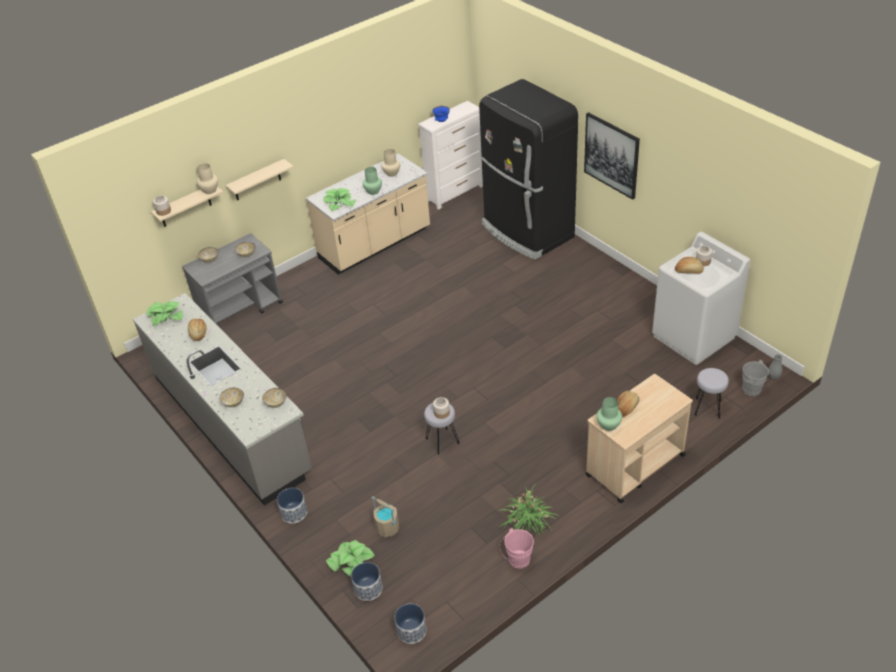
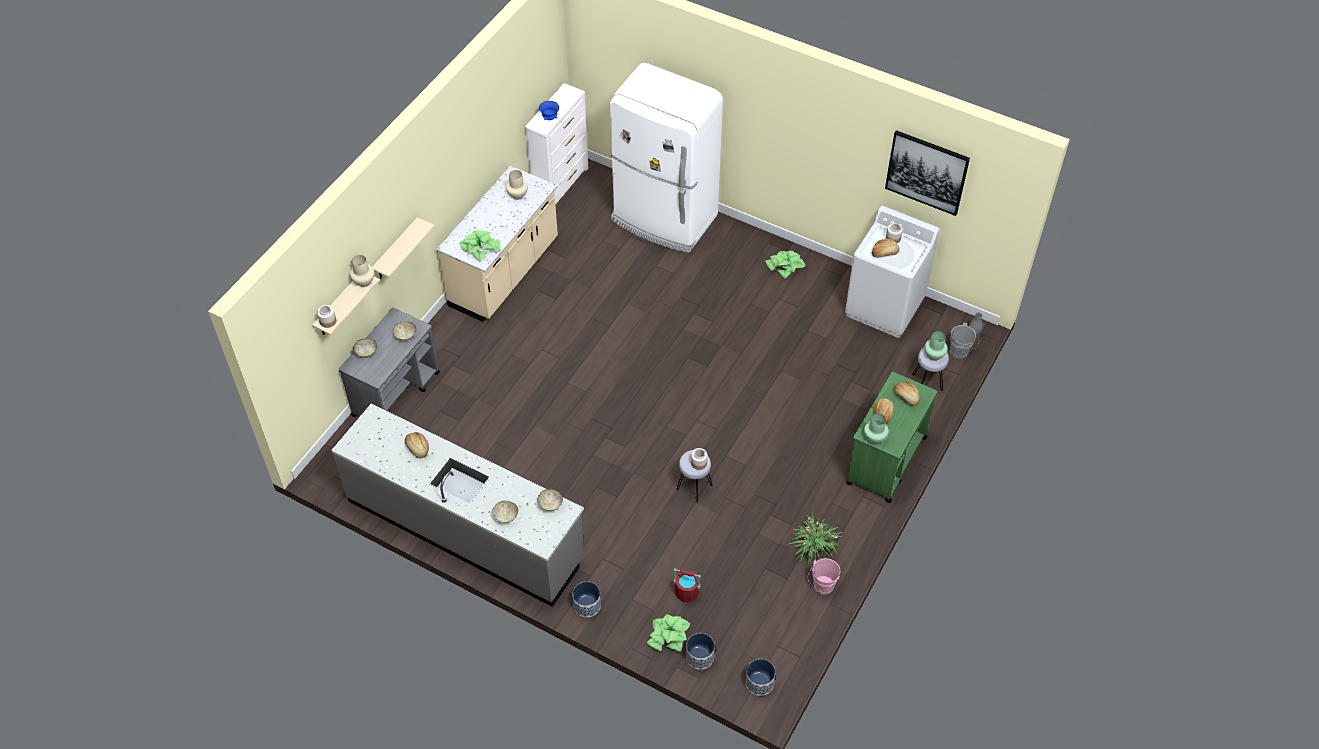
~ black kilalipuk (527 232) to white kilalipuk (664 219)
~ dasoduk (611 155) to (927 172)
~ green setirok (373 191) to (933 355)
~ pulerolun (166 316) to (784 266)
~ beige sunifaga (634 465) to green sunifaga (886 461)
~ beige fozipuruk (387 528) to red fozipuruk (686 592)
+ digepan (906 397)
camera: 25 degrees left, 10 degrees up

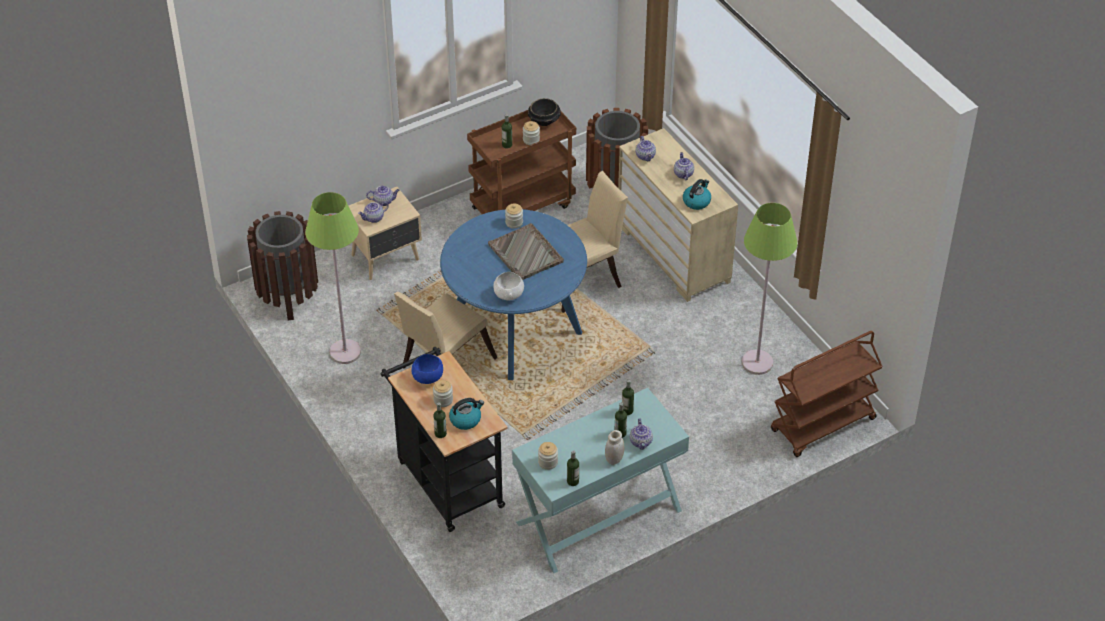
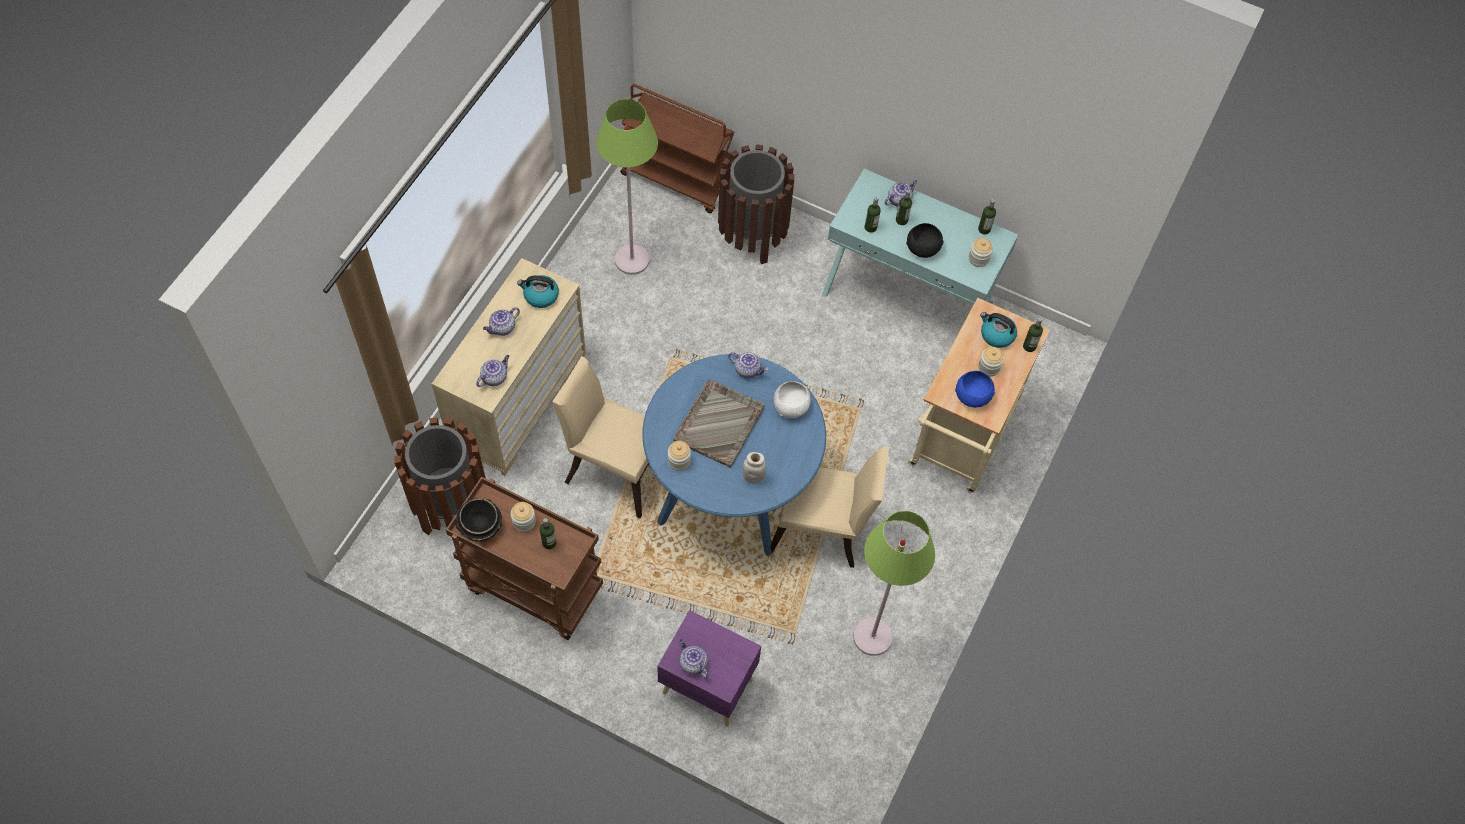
~ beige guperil (387 258) to purple guperil (707 684)
~ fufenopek (374 218) to (748 369)
~ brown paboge (288 297) to (752 235)
~ black sunifaga (446 479) to beige sunifaga (960 442)
~ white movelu (614 459) to (753 477)
+ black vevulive (923 248)
camera: 125 degrees left, 15 degrees up

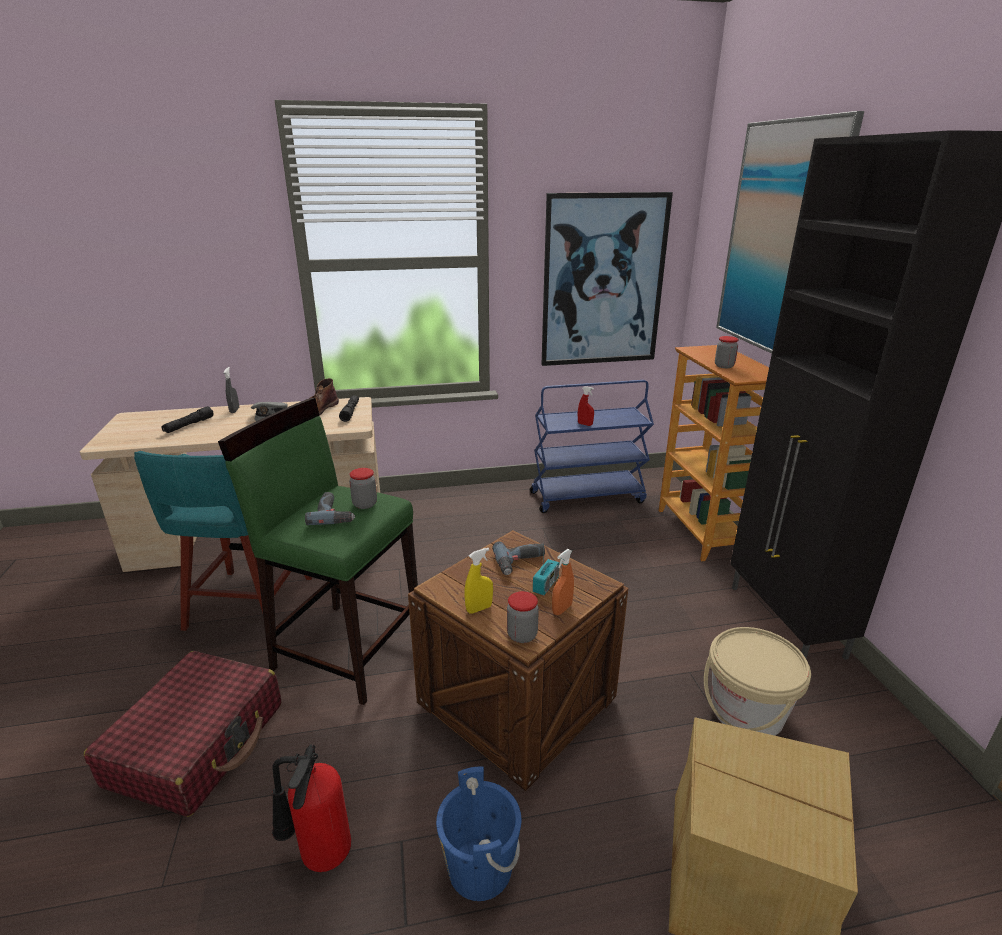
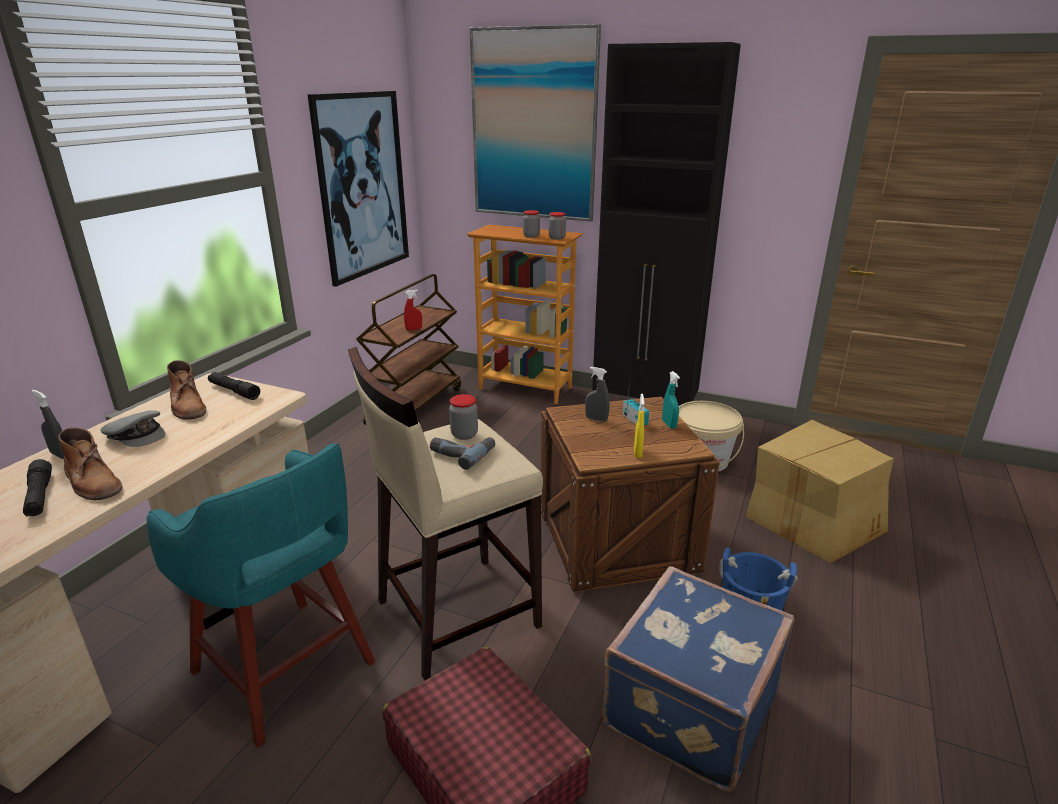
~ blue sunifaga (587 497) to brown sunifaga (415 405)
~ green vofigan (347 649) to beige vofigan (455 613)
~ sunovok (521 563) to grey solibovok (596 419)
~ orange solibovok (562 609) to turquoise solibovok (669 424)
~ movelu (522 635) to (557 238)
~ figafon (319 856) to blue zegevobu (687 706)
+ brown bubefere (93 482)
camera: 55 degrees left, 0 degrees up

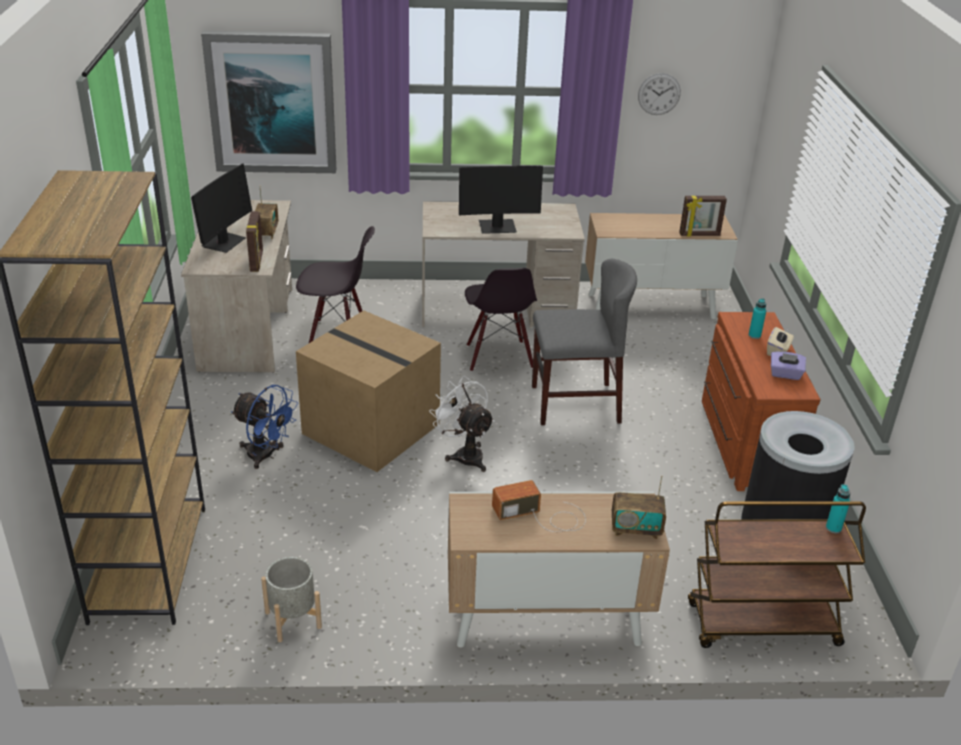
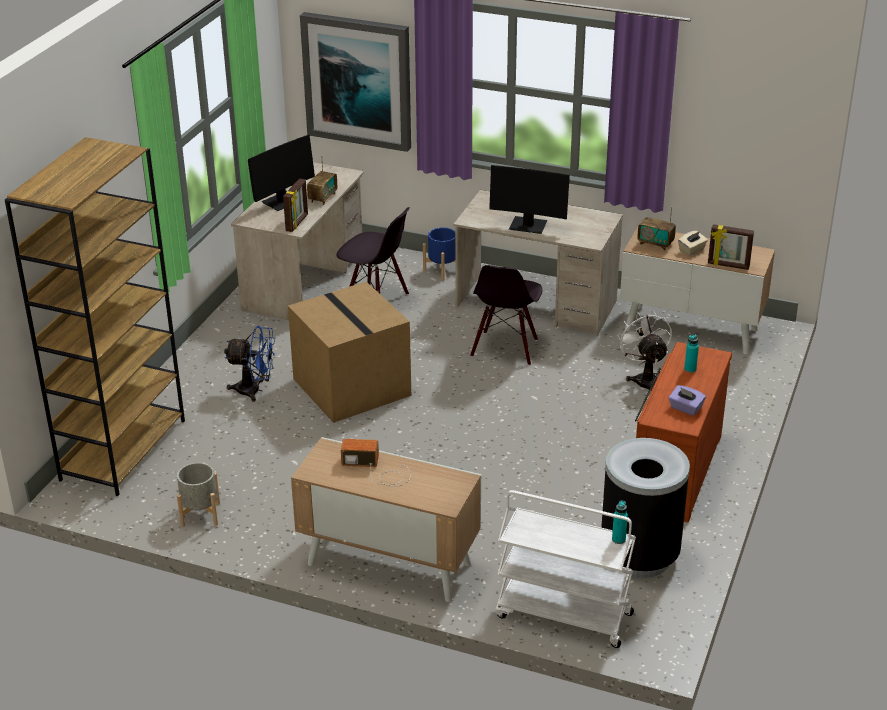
- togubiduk (659 94)
- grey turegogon (575 404)
~ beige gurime (778 351) to (692 250)
~ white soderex (464 454) to (644 379)
~ blue soderex (266 456) = (255 390) 45 degrees counterclockwise
~ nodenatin (635 529) to (655 244)
~ brown sunifaga (762 625) to white sunifaga (562 615)
+ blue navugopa (442 270)
camera: 25 degrees right, 0 degrees up

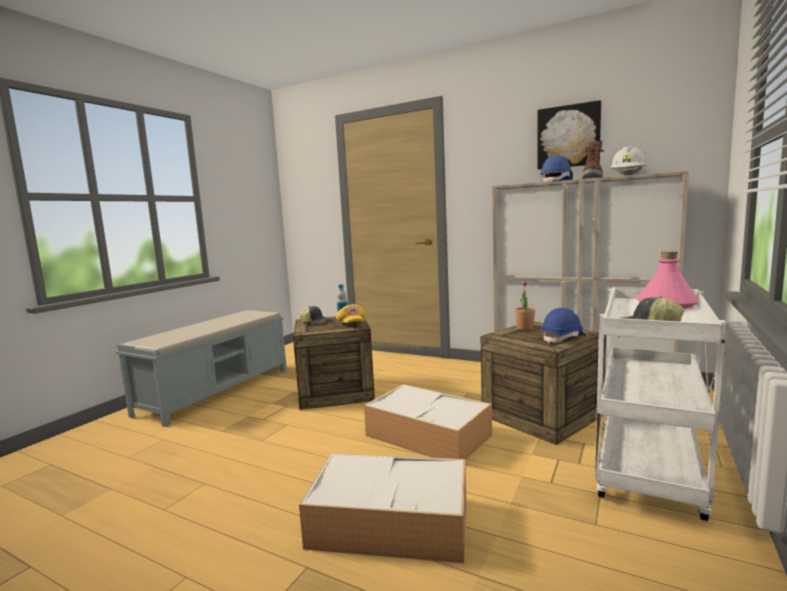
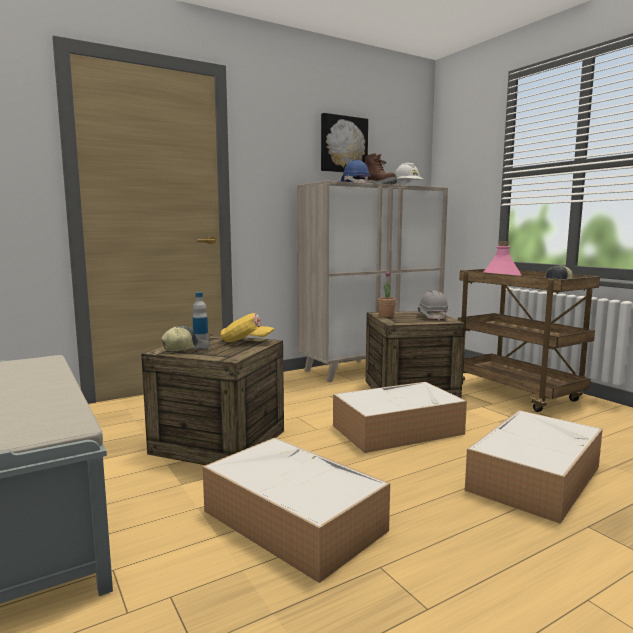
~ white sunifaga (650 473) to brown sunifaga (518 394)
~ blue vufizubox (563 338) to grey vufizubox (433 316)
+ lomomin (291 520)
camera: 60 degrees left, 0 degrees up

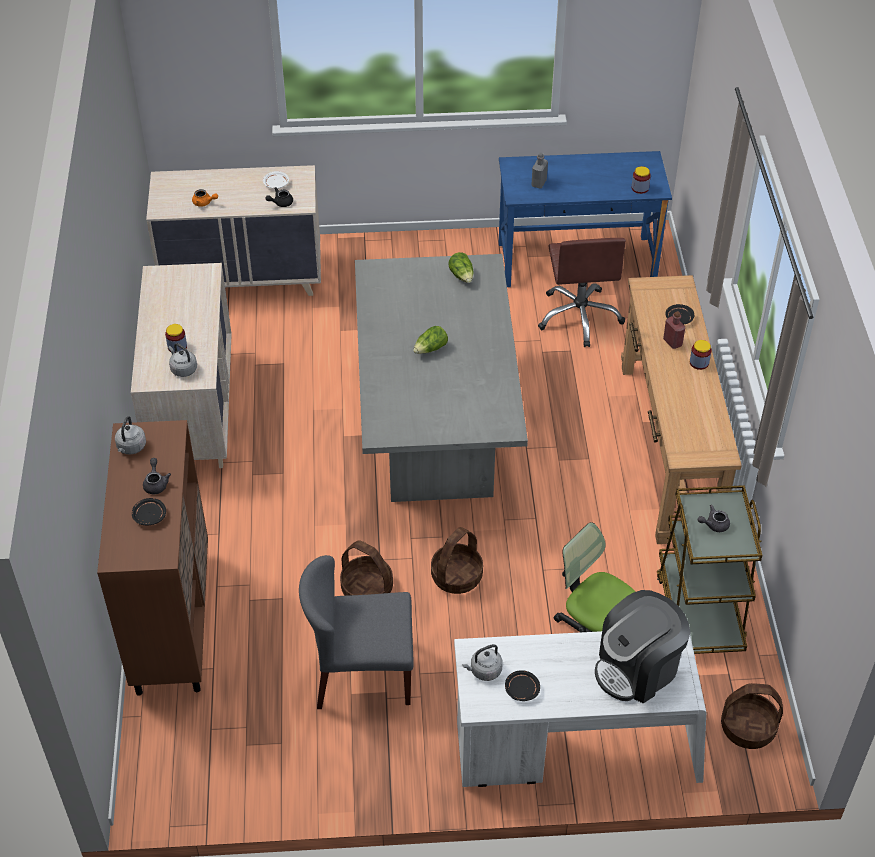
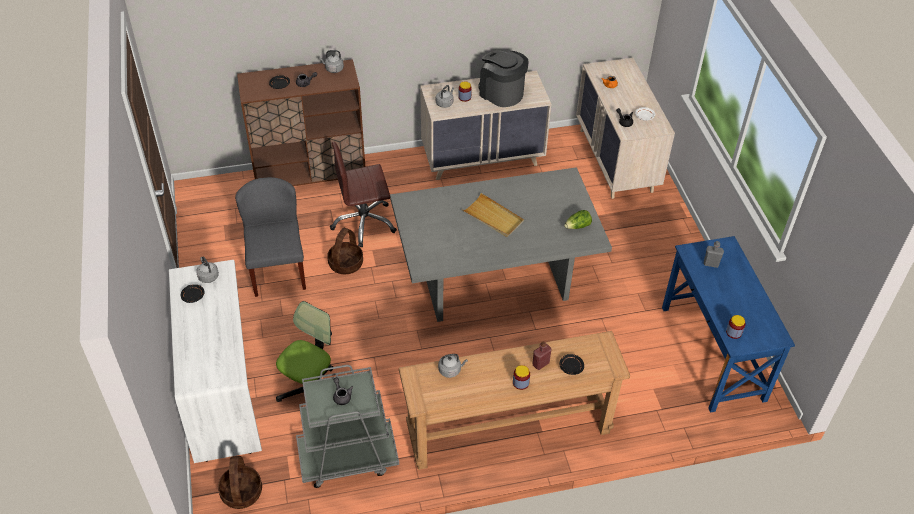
~ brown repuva (580 316) to (364 223)
~ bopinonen (430 349) to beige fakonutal (493 217)
~ brown sunifaga (699 610) to grey sunifaga (347 457)
- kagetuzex (456 576)
~ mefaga (637 668) to (501 93)
+ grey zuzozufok (451 370)
camera: 80 degrees right, 0 degrees up

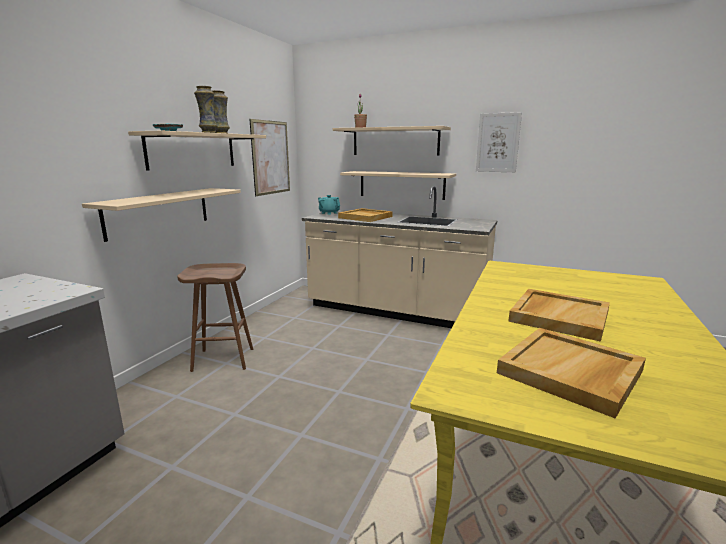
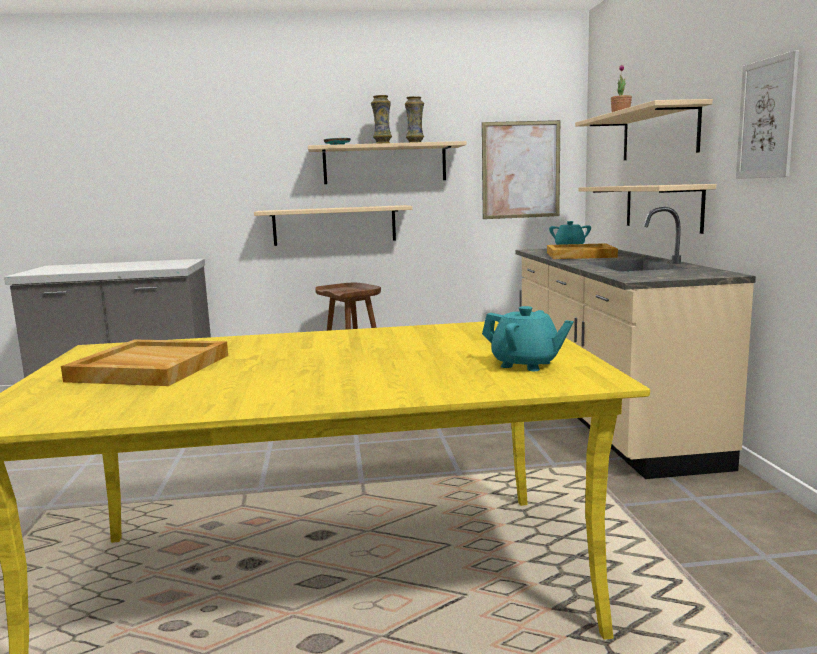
- beige fakonutal (558 316)
+ turquoise fufenopek (526 364)
camera: 60 degrees right, 5 degrees down

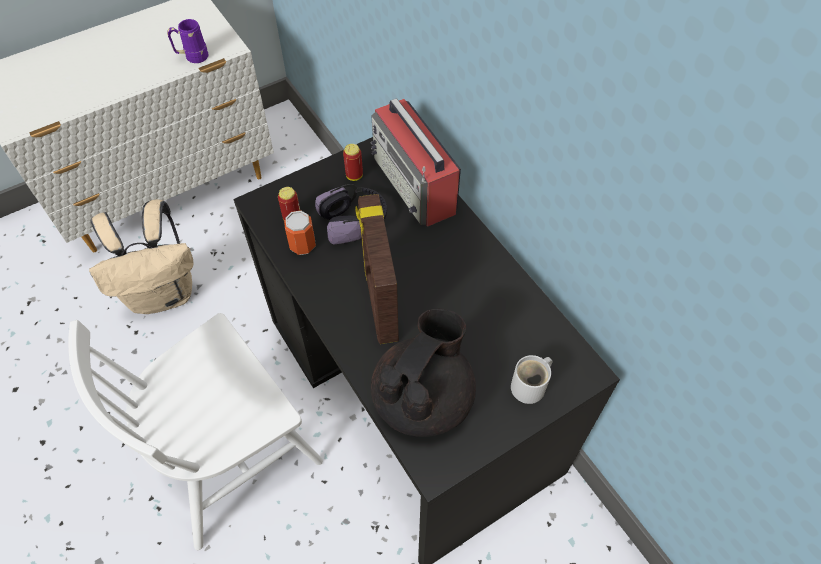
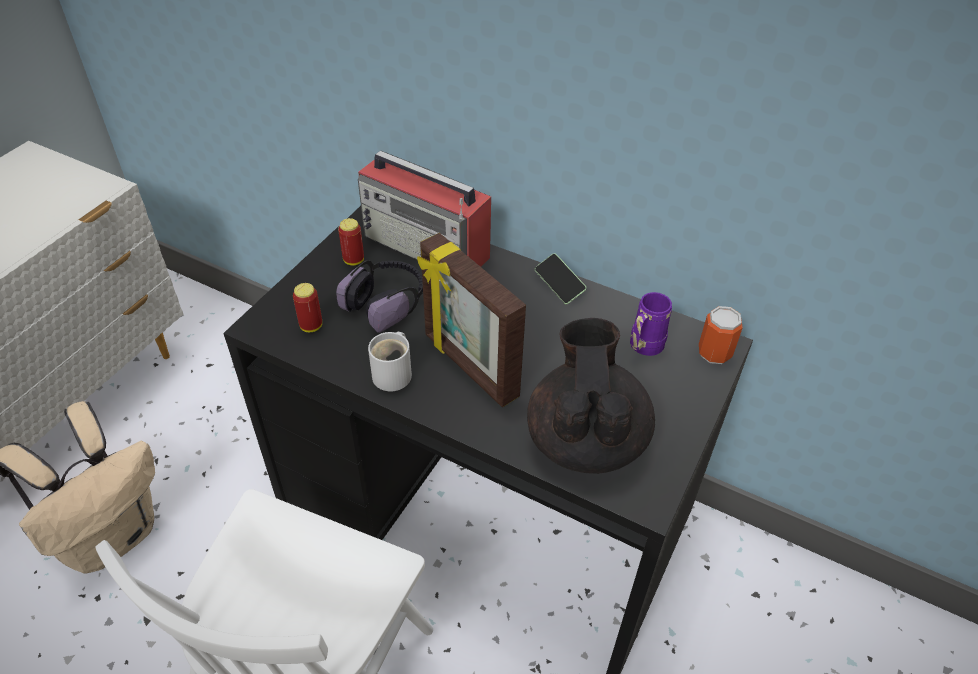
~ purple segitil (192 57) to (642 348)
~ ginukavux (302 245) to (714 353)
~ white segitil (531 386) to (395 373)
+ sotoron (559 284)
camera: 30 degrees left, 10 degrees down

